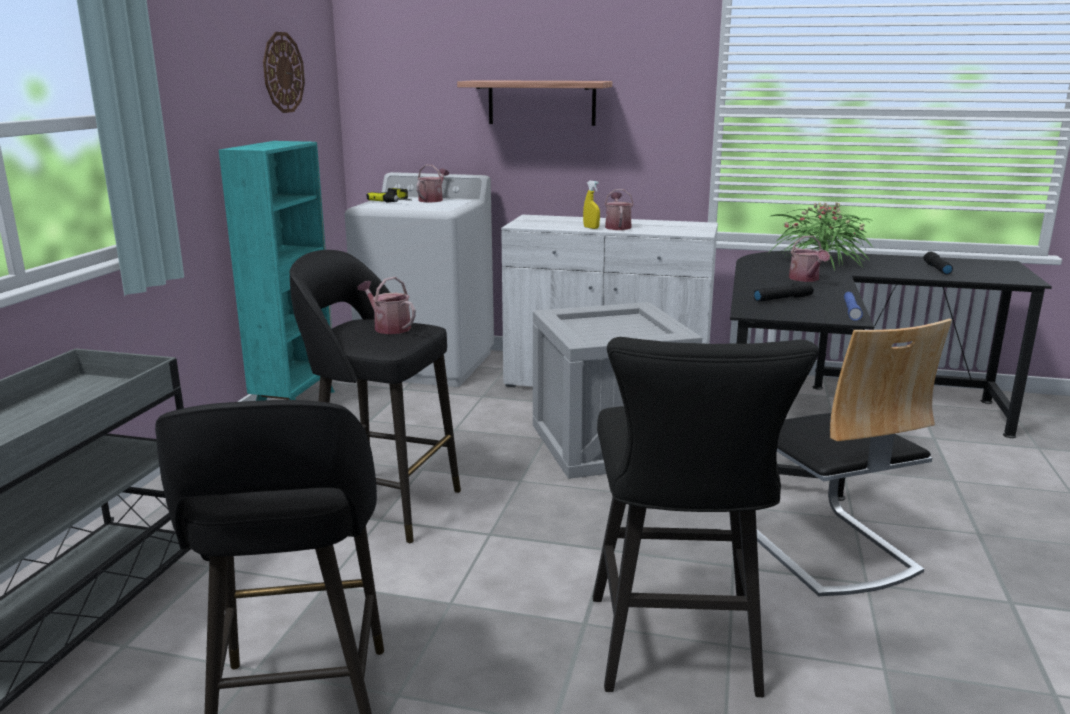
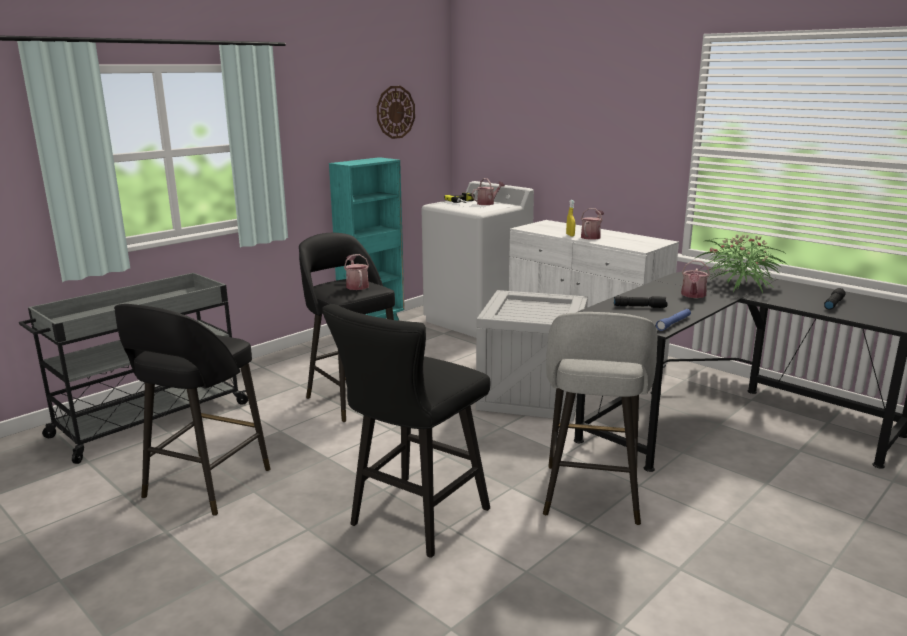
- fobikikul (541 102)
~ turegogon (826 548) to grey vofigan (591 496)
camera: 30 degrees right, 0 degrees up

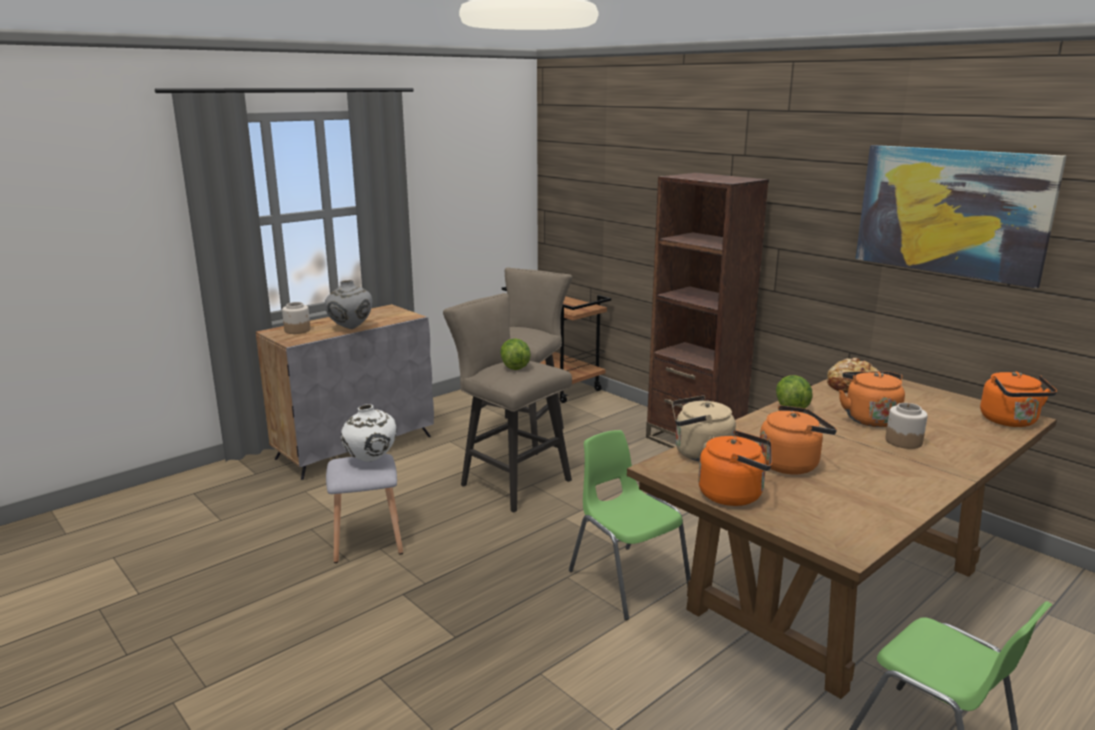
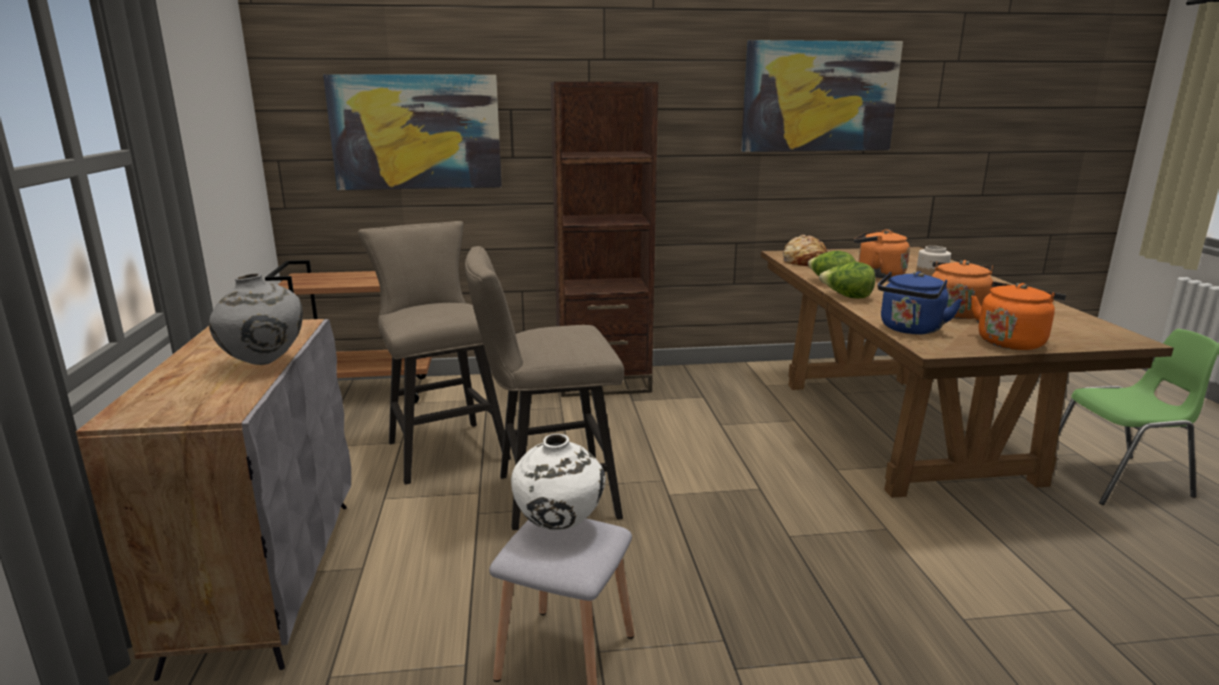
- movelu (297 330)
~ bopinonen (515 366) to (847 297)
- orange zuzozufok (1010 422)
~ beige zuzozufok (699 454) to blue zuzozufok (910 330)
- green turegogon (627 580)
+ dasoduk (416 132)
camera: 55 degrees left, 0 degrees up

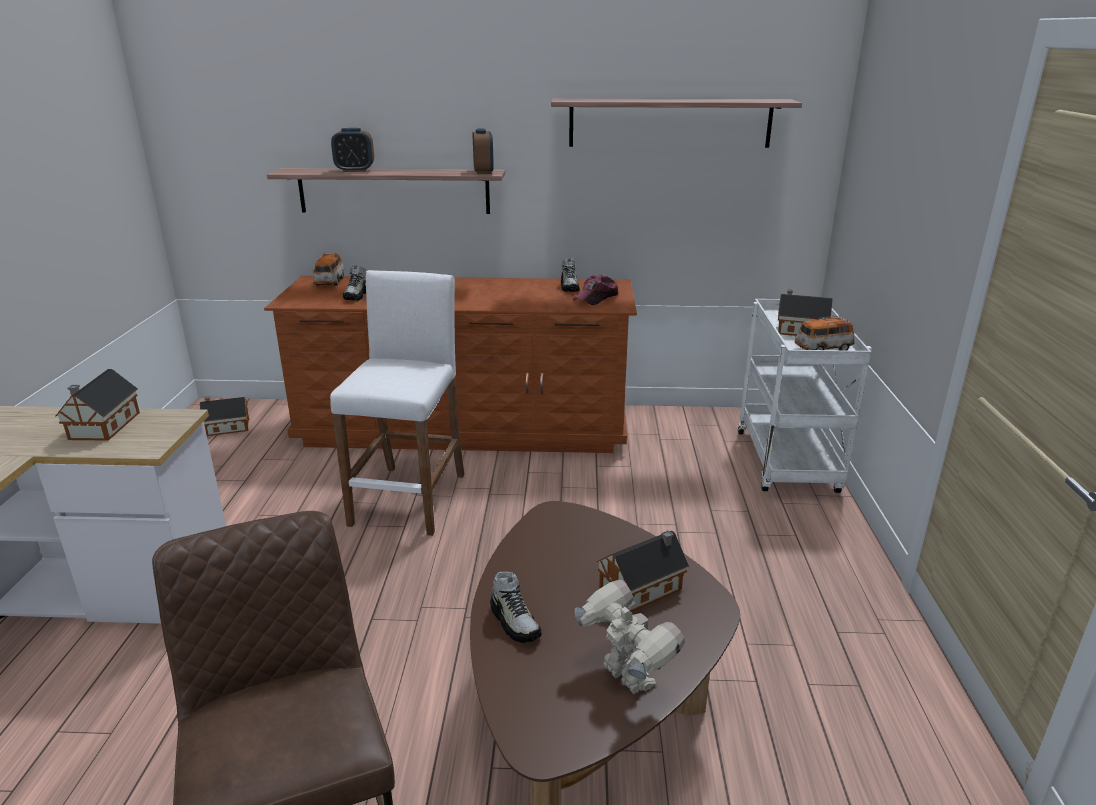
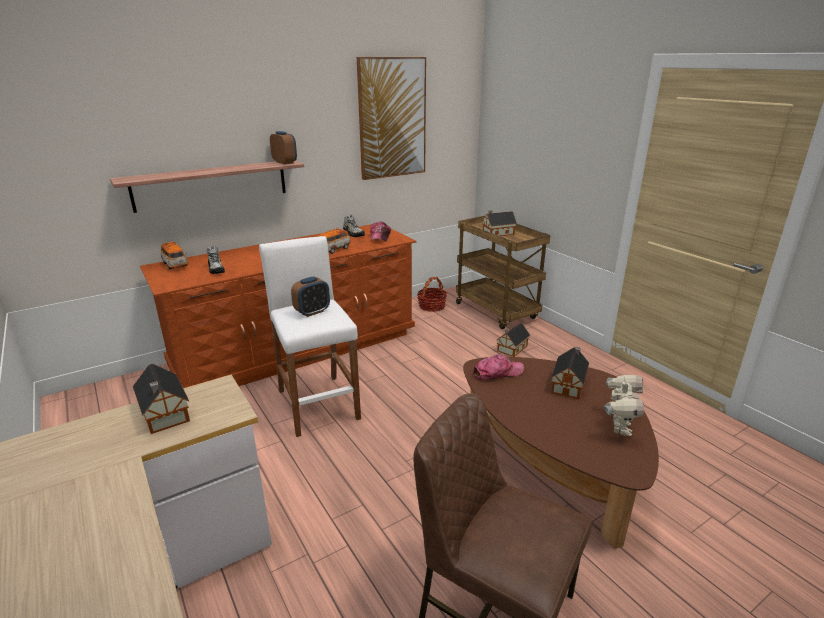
~ fobikikul (670 123) to dasoduk (392 118)
~ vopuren (355 170) to (312 312)
~ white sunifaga (788 463) to brown sunifaga (497 312)
~ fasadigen (822 349) to (333 250)
~ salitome (226 427) to (511 349)
- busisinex (515 622)
~ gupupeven (625 678) = (619 427) 90 degrees clockwise
+ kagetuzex (431 306)
+ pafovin (497 373)
camera: 35 degrees left, 0 degrees up

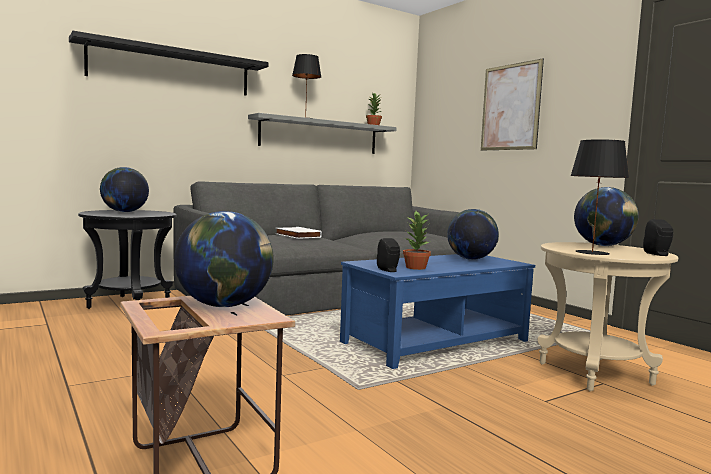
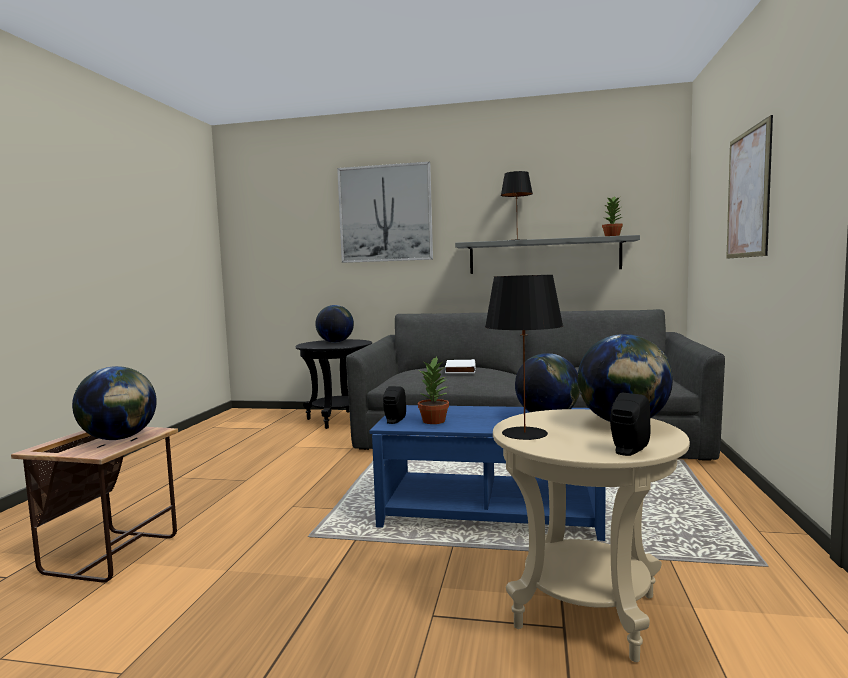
~ black fobikikul (171 69) to dasoduk (385 213)
camera: 45 degrees right, 0 degrees up

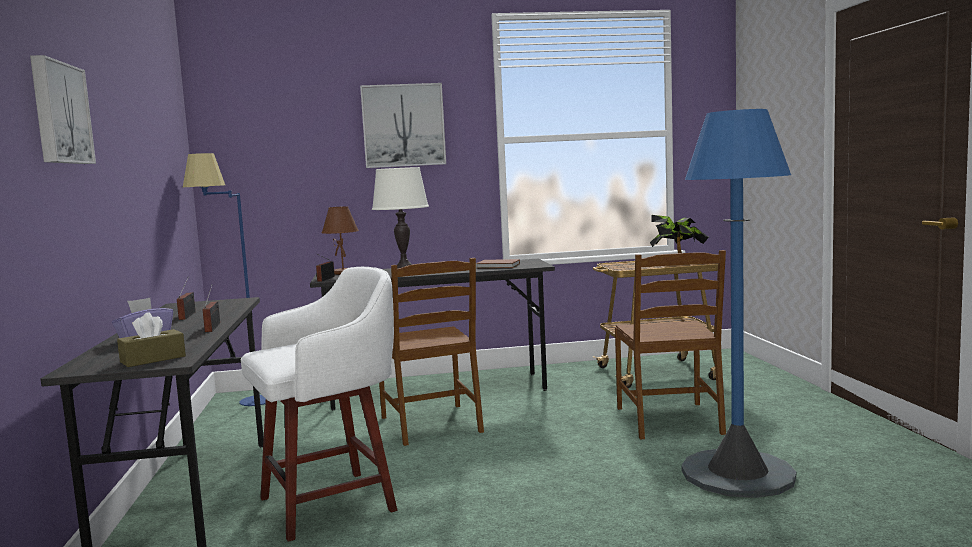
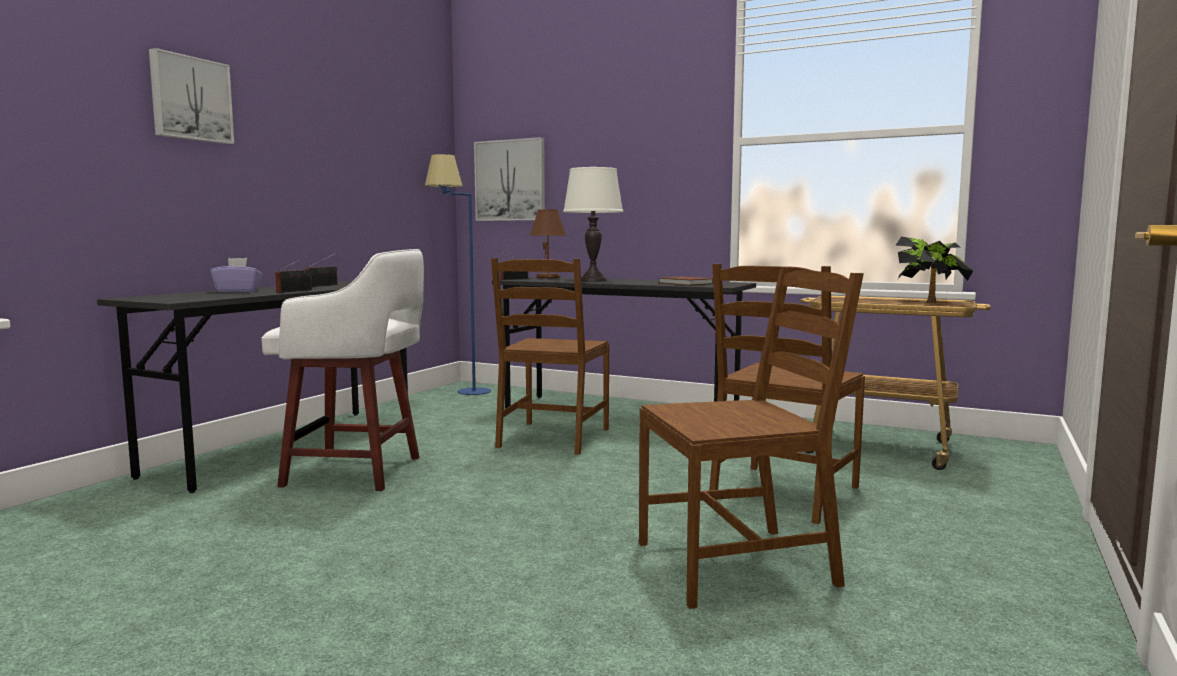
~ dasoduk (403 125) to (510 180)
~ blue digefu (737 473) to brown turegogon (737 564)
- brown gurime (153 359)
camera: 35 degrees right, 0 degrees up

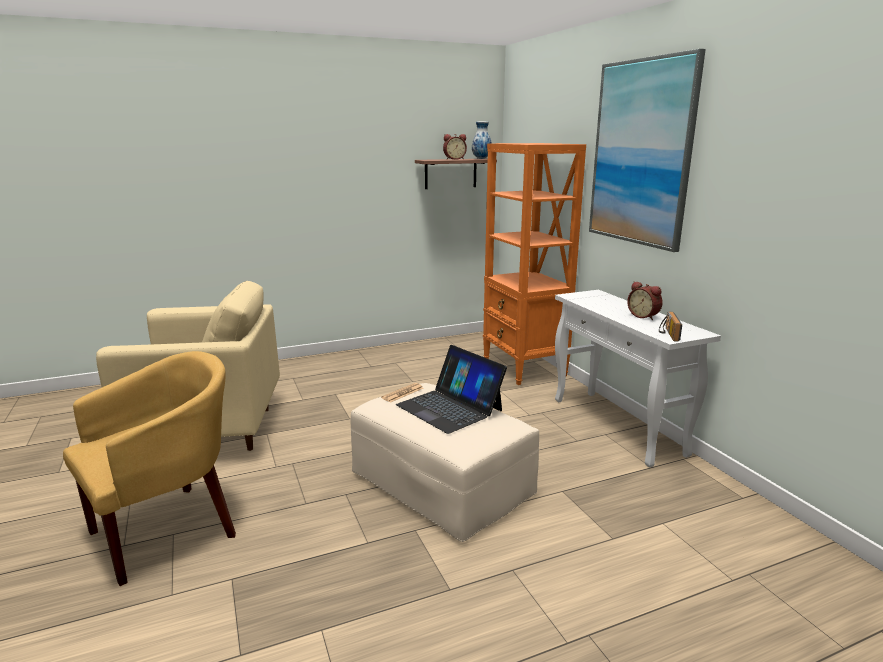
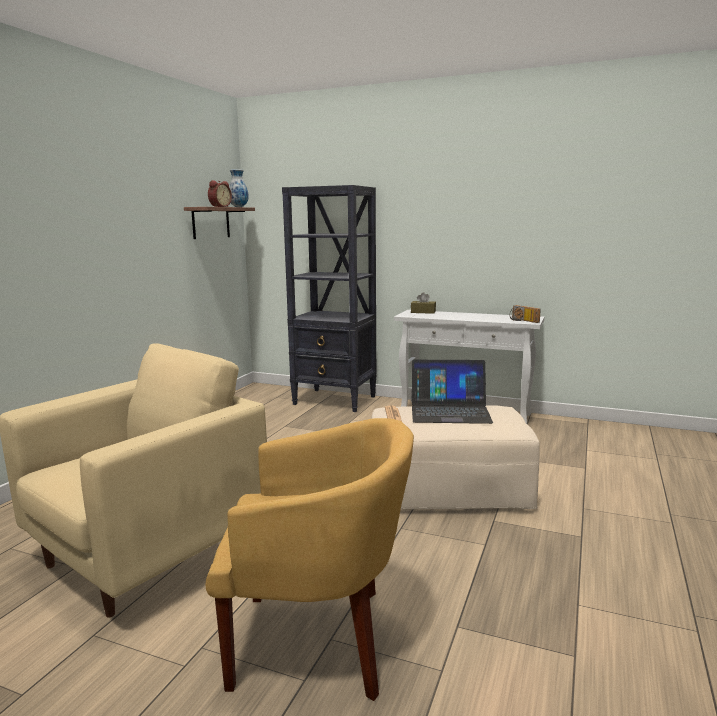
- dasoduk (641 153)
~ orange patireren (524 368) to black patireren (335 400)
- vopuren (644 316)
~ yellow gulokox (168 530) = (317 640) 90 degrees clockwise
+ brown gurime (423 312)
camera: 45 degrees left, 5 degrees down

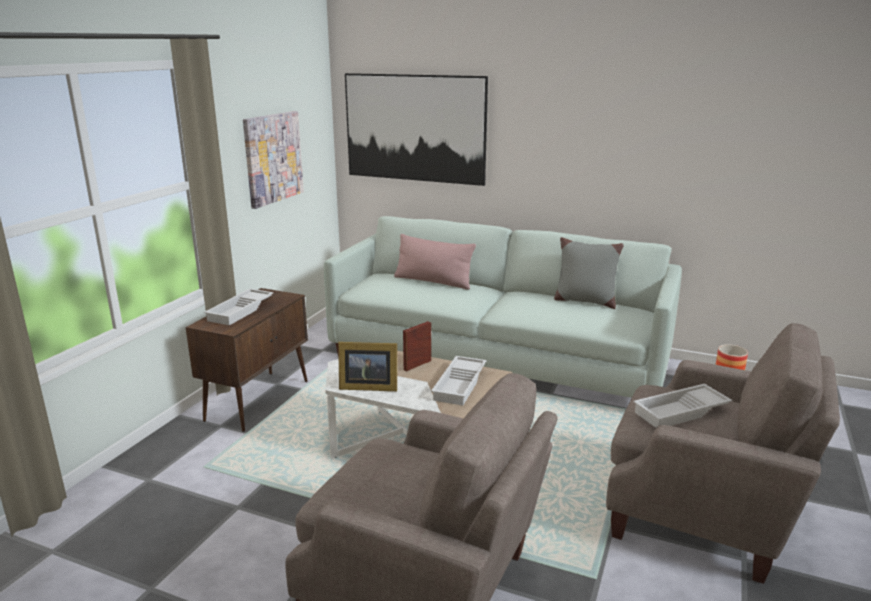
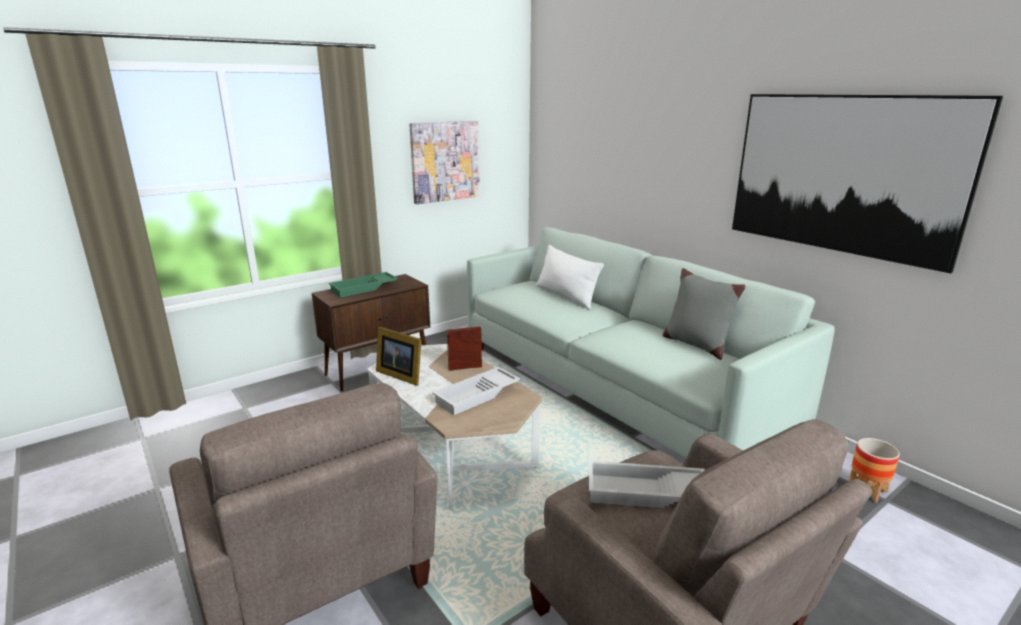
~ dasoduk (414 128) to (843 174)
~ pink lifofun (433 281) to white lifofun (566 296)
~ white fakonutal (241 311) to green fakonutal (364 288)
camera: 30 degrees right, 0 degrees up

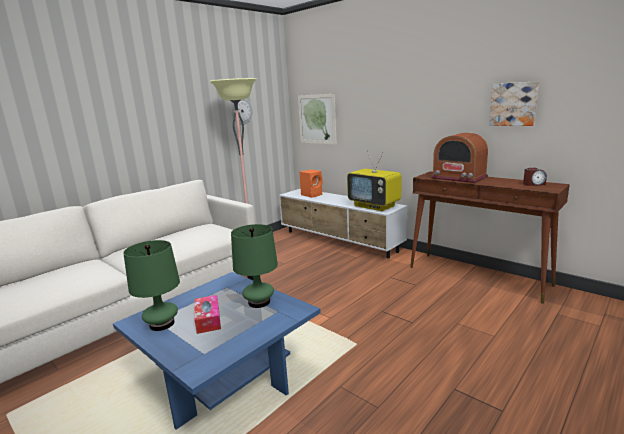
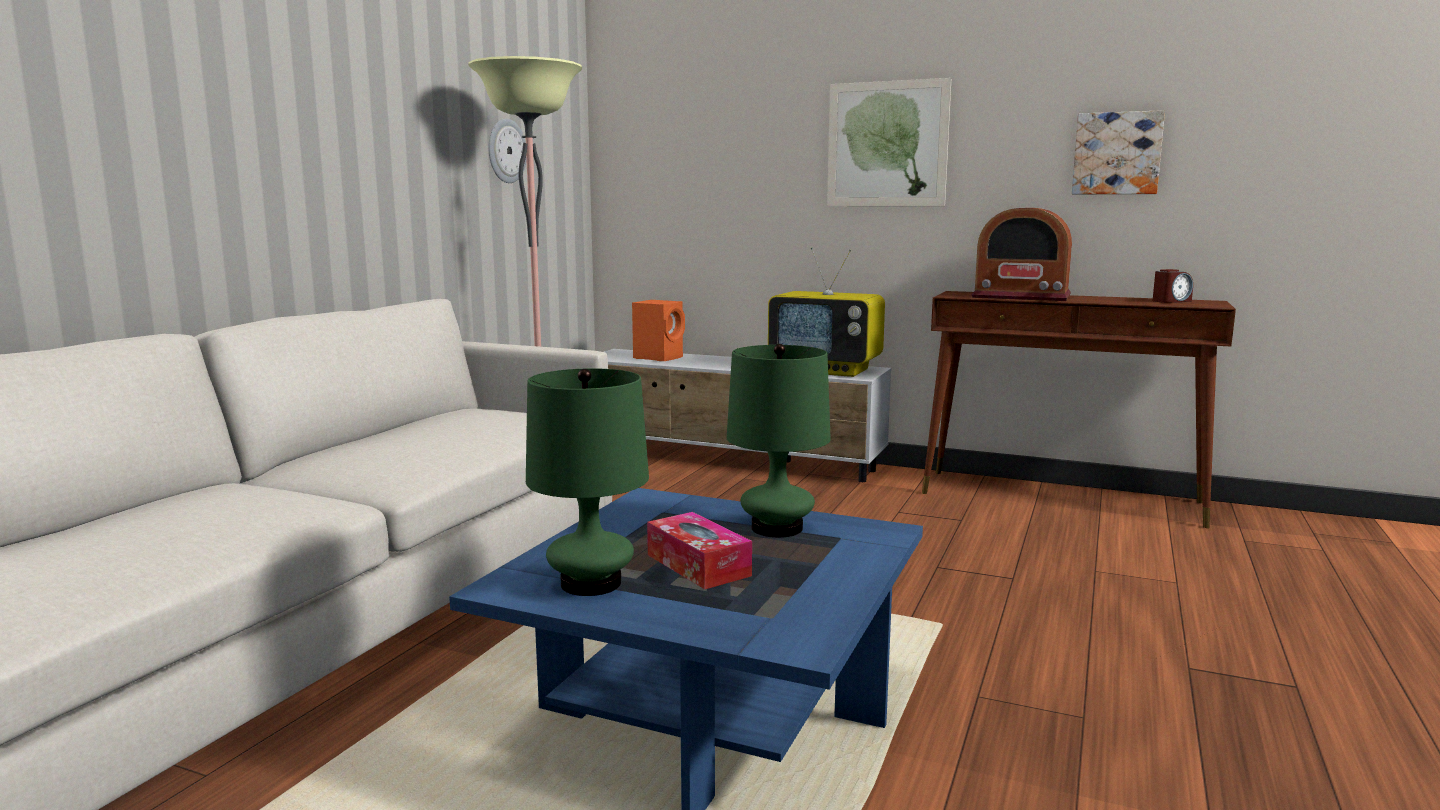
~ dasoduk (317 119) to (887 144)
camera: 20 degrees left, 5 degrees down

